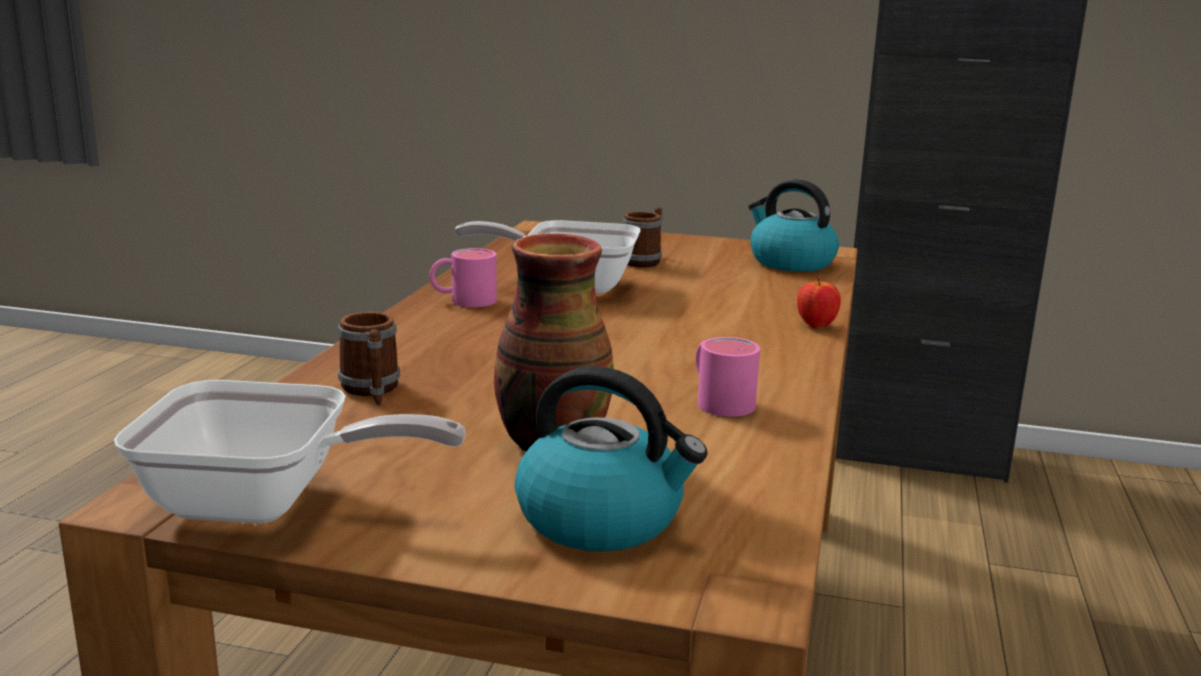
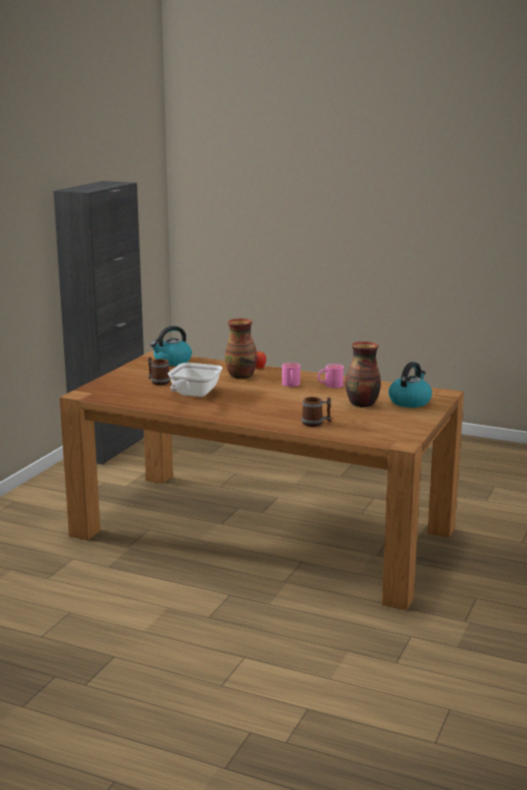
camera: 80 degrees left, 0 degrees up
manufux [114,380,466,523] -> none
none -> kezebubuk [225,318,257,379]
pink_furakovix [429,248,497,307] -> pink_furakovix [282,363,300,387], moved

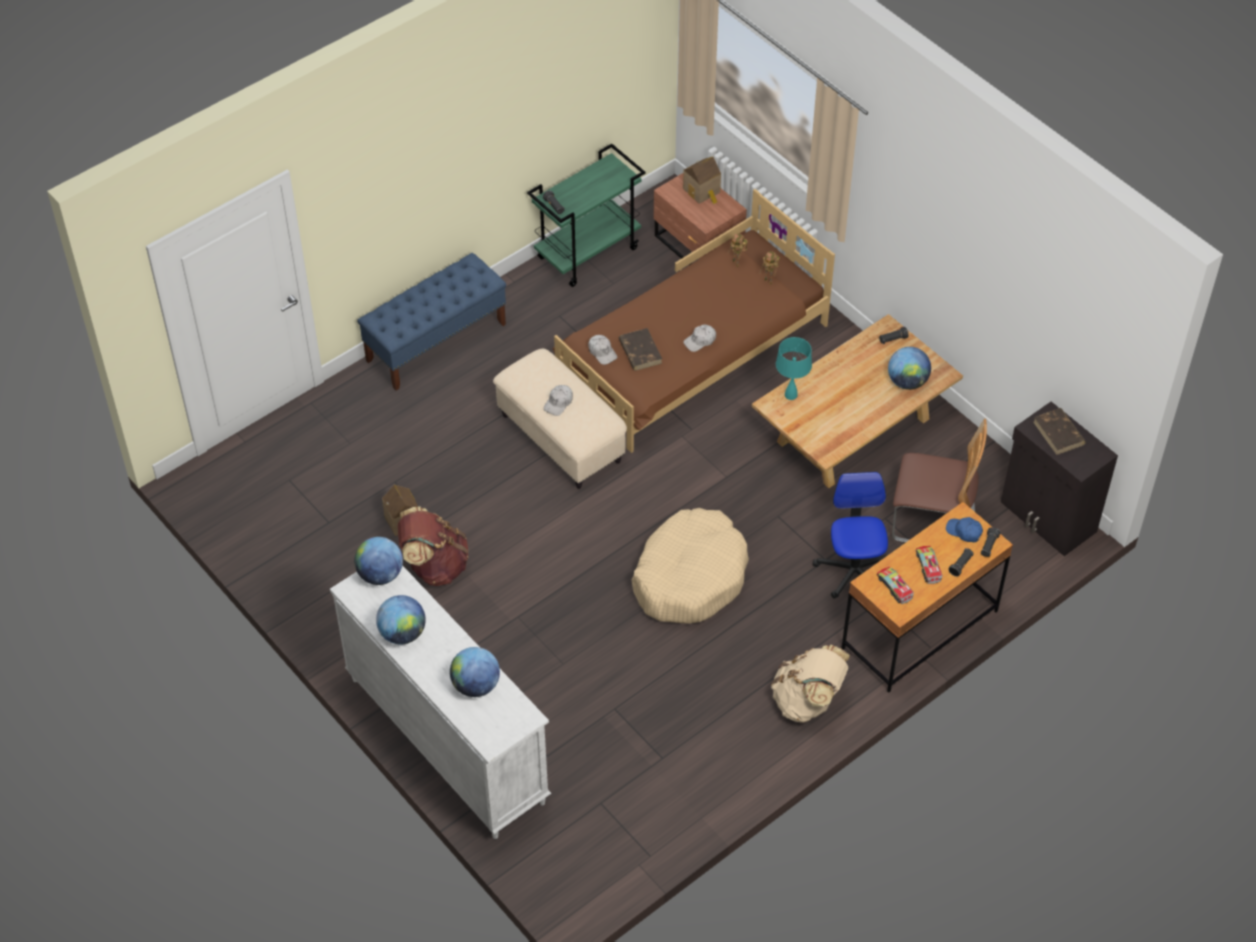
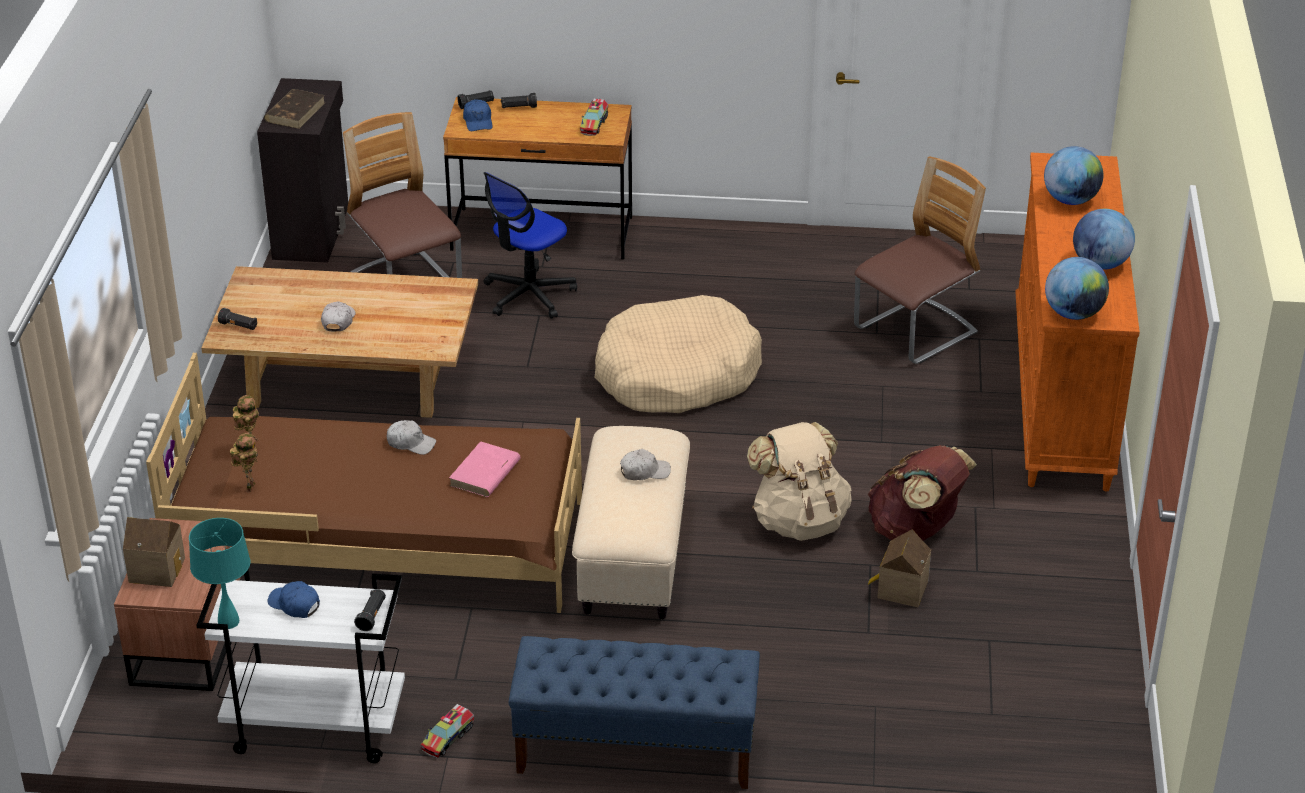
camera: 135 degrees left, 15 degrees down
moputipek [888,347,931,390] -> none
none -> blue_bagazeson [268,581,320,618]
none -> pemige [854,156,986,364]
white_bagazeson [588,335,617,365] -> white_bagazeson [321,301,356,331], moved
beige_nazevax [771,645,850,723] -> beige_nazevax [747,422,852,541], moved
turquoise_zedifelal [776,337,812,400] -> turquoise_zedifelal [189,518,250,629], moved
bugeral [916,546,943,584] -> bugeral [421,704,474,758], moved
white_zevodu [330,565,551,839] -> orange_zevodu [1015,153,1140,492]
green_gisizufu [527,144,645,287] -> white_gisizufu [197,569,405,763]
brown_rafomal [619,328,662,371] -> pink_rafomal [449,441,521,497]

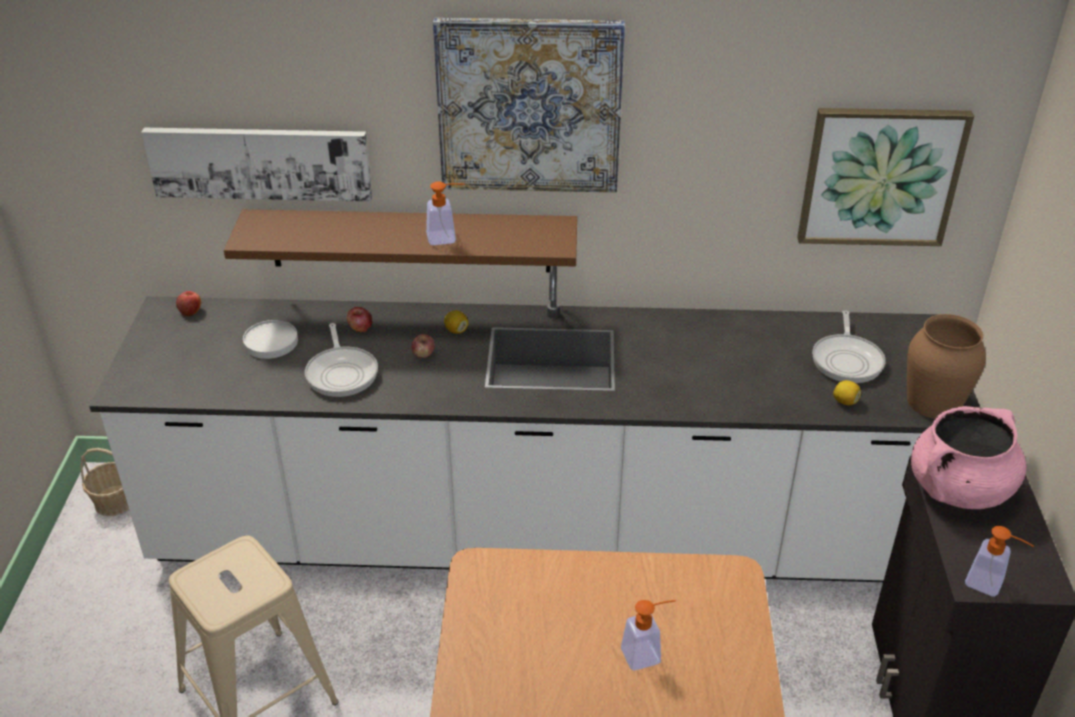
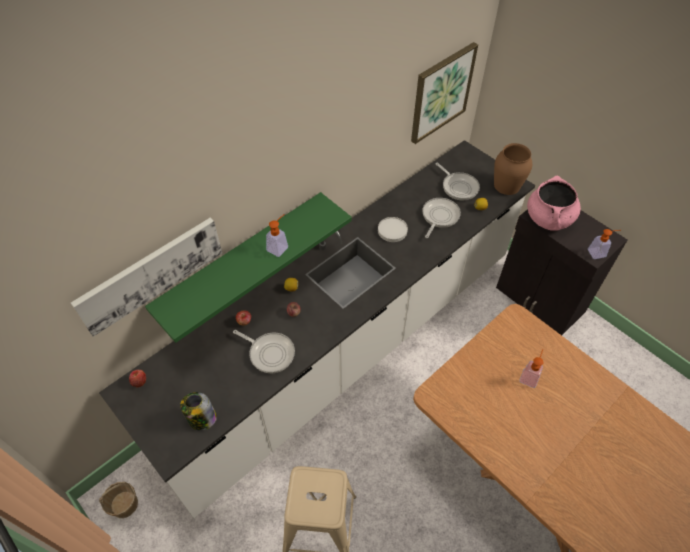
camera: 45 degrees left, 15 degrees up
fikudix [433,18,625,192] -> none
none -> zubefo [180,392,217,431]
none -> manufux [422,198,461,238]
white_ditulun [243,320,298,359] -> white_ditulun [378,217,408,242], moved
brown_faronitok [224,209,577,272] -> green_faronitok [145,192,352,343]

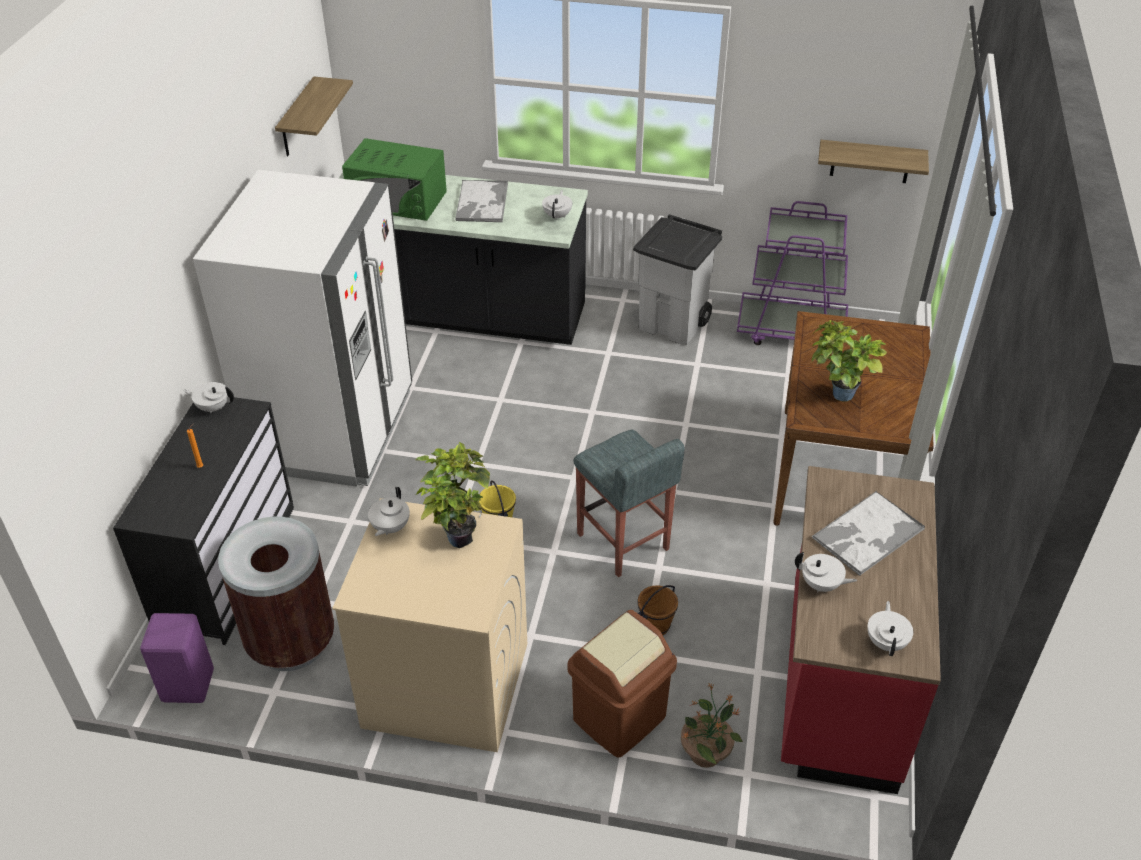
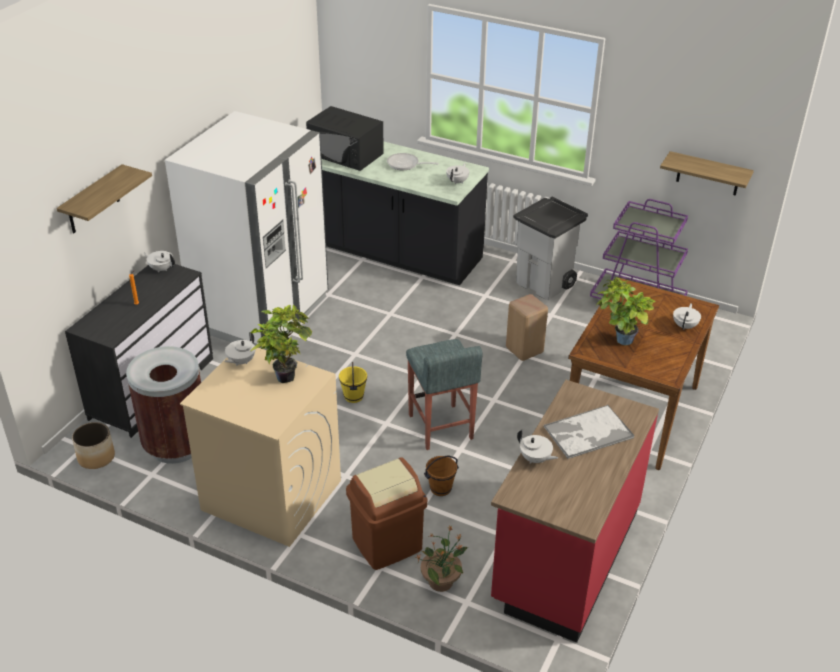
camera: 15 degrees right, 5 degrees down
none -> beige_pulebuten [506,294,548,361]
faronitok [275,76,353,156] -> faronitok [56,164,152,233], moved
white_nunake [867,601,913,656] -> white_nunake [673,303,701,330], moved
purple_pulebuten [140,613,214,703] -> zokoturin [72,422,115,469]
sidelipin [455,180,508,222] -> manufux [387,153,439,170]
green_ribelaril [342,138,447,221] -> black_ribelaril [306,106,384,171]

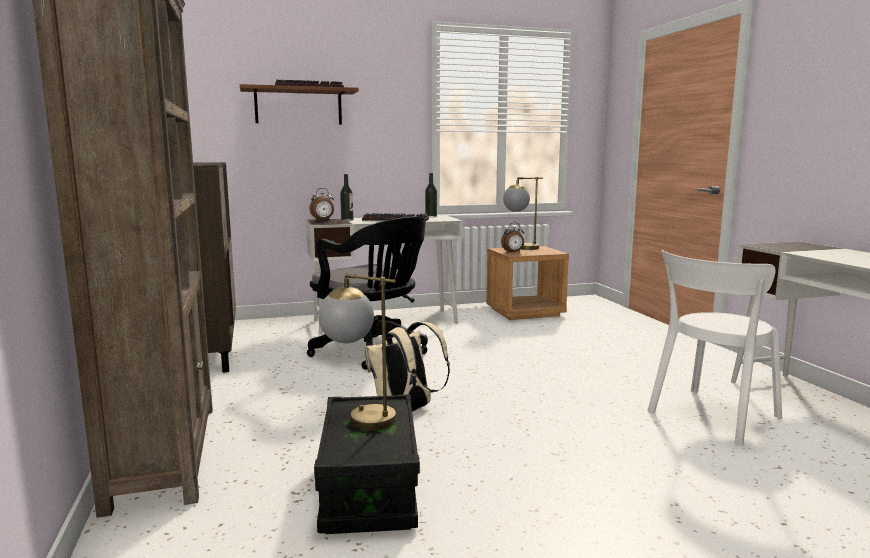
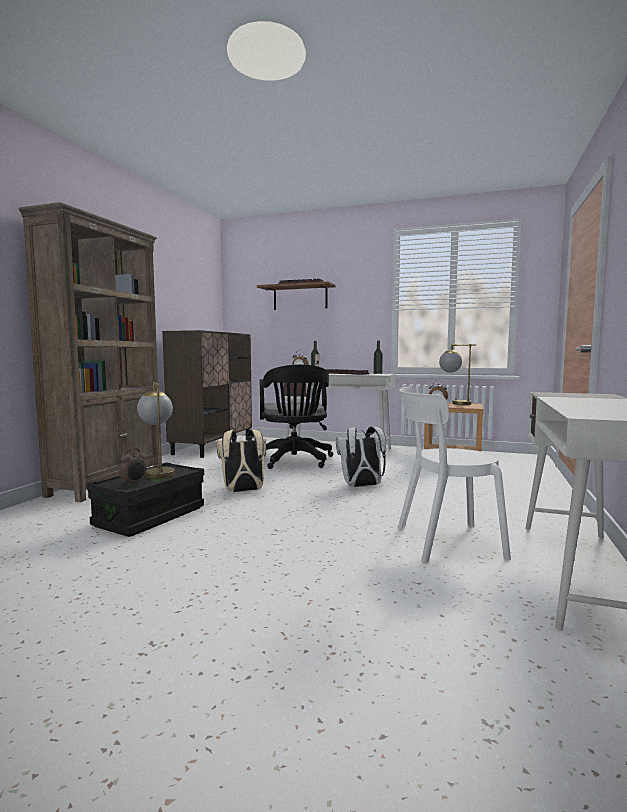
camera: 35 degrees right, 5 degrees down
none -> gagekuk [119,448,147,486]
none -> white_nazevax [336,426,386,487]

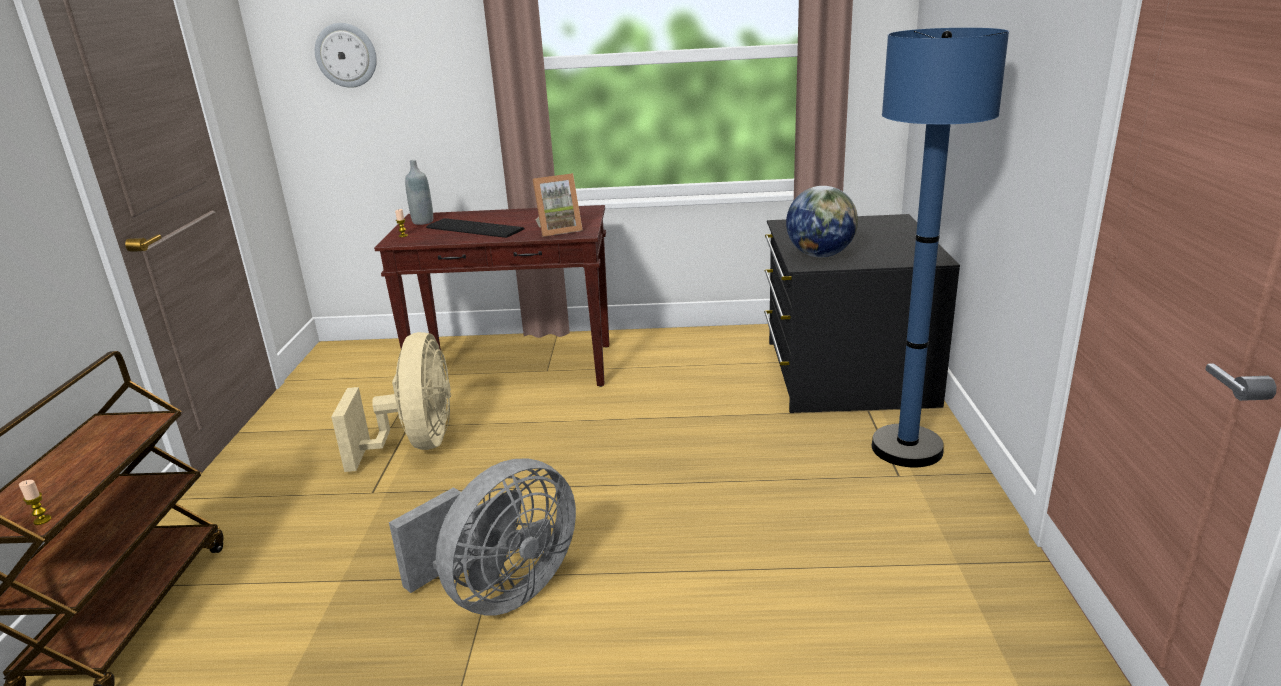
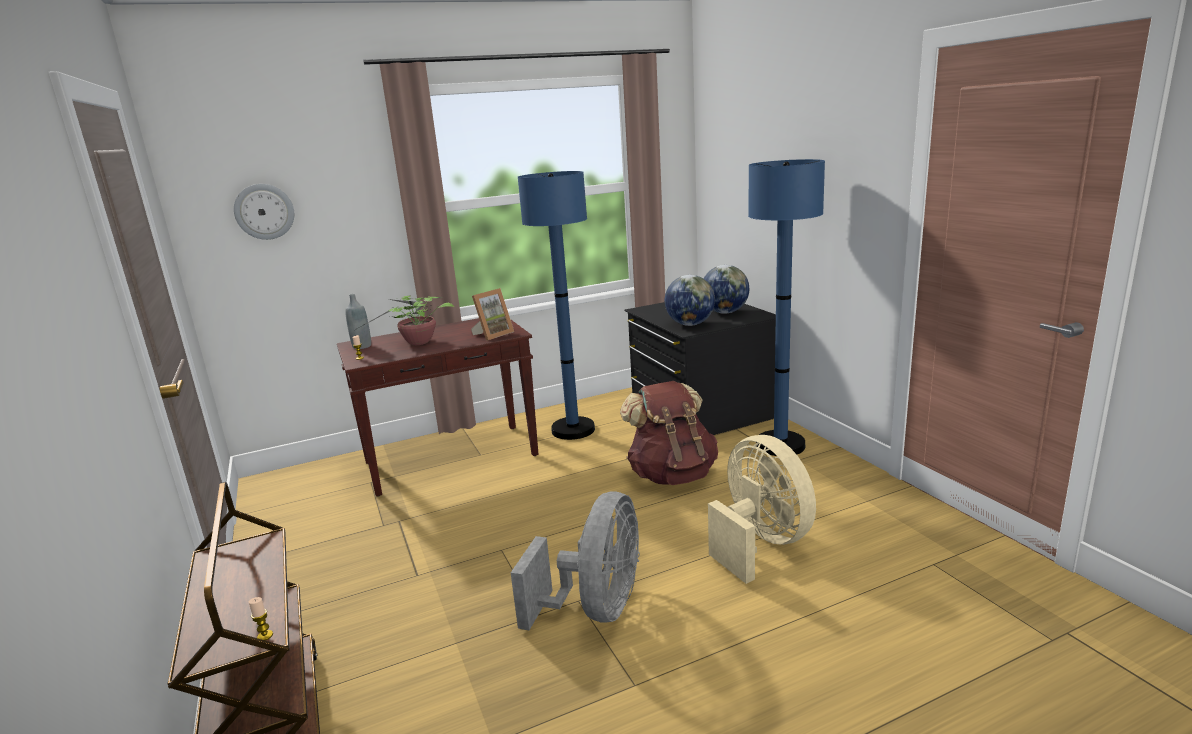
camera: 25 degrees left, 5 degrees down
none -> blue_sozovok [518,171,595,440]
none -> brown_nazevax [620,381,718,485]
none -> moputipek [704,265,749,314]
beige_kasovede [331,332,451,472] -> beige_kasovede [708,435,816,584], moved
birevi [426,218,525,238] -> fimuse [355,296,454,345]

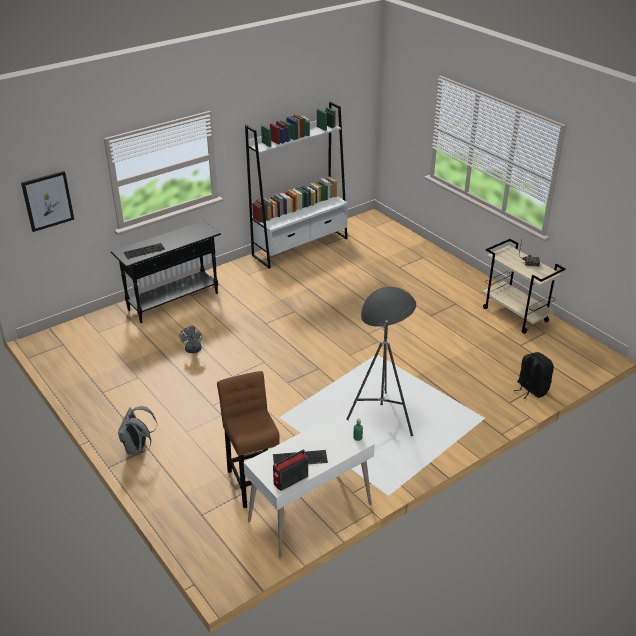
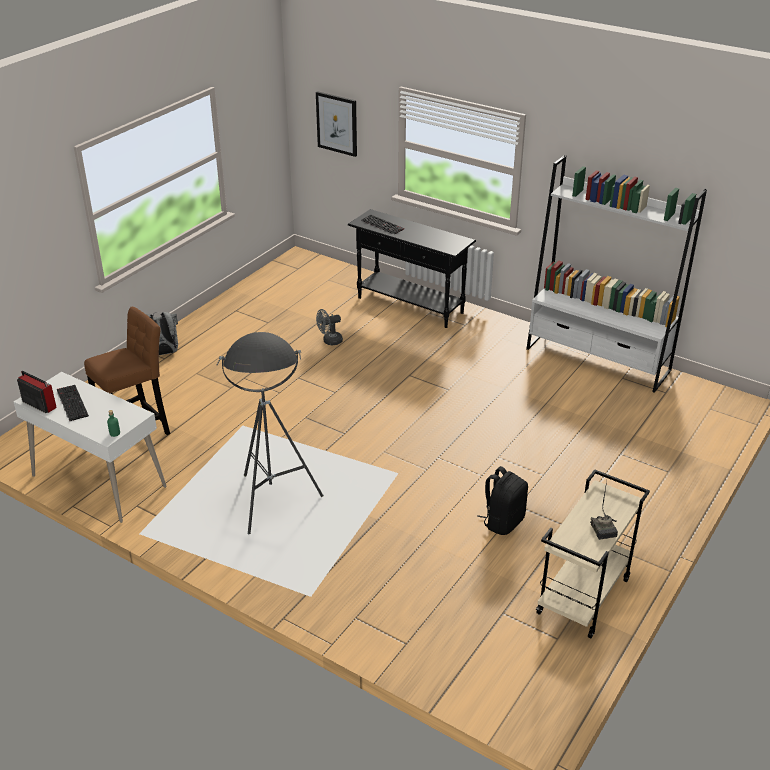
camera: 70 degrees right, 0 degrees up
black_nazevax [514,352,554,399] -> black_nazevax [477,466,528,535], moved

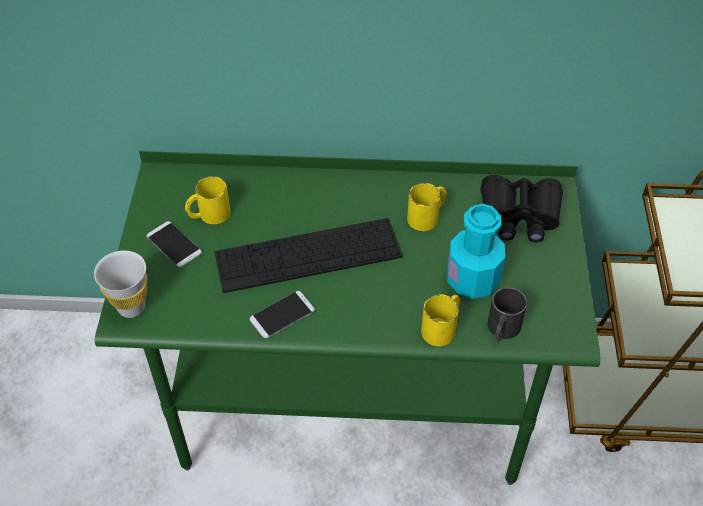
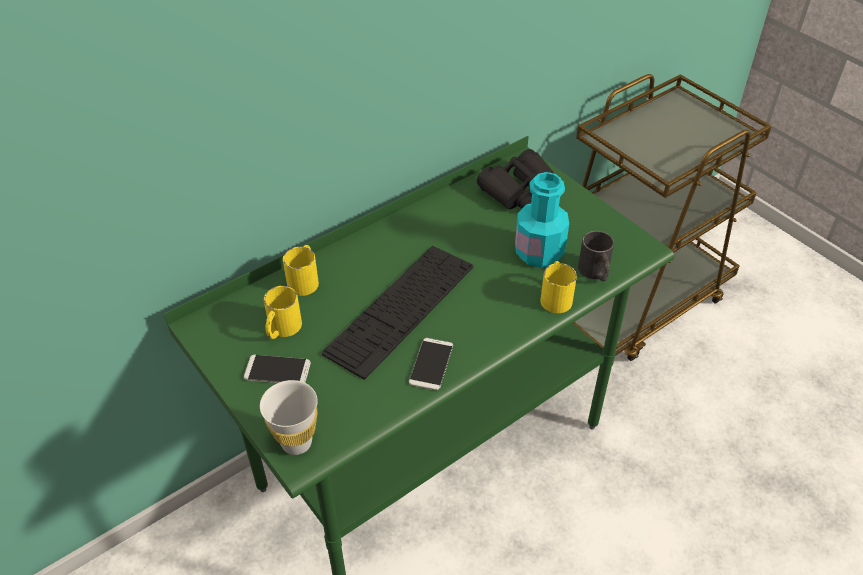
camera: 40 degrees left, 5 degrees down
yellow_furakovix [407,183,446,231] -> yellow_furakovix [283,245,319,296], moved

